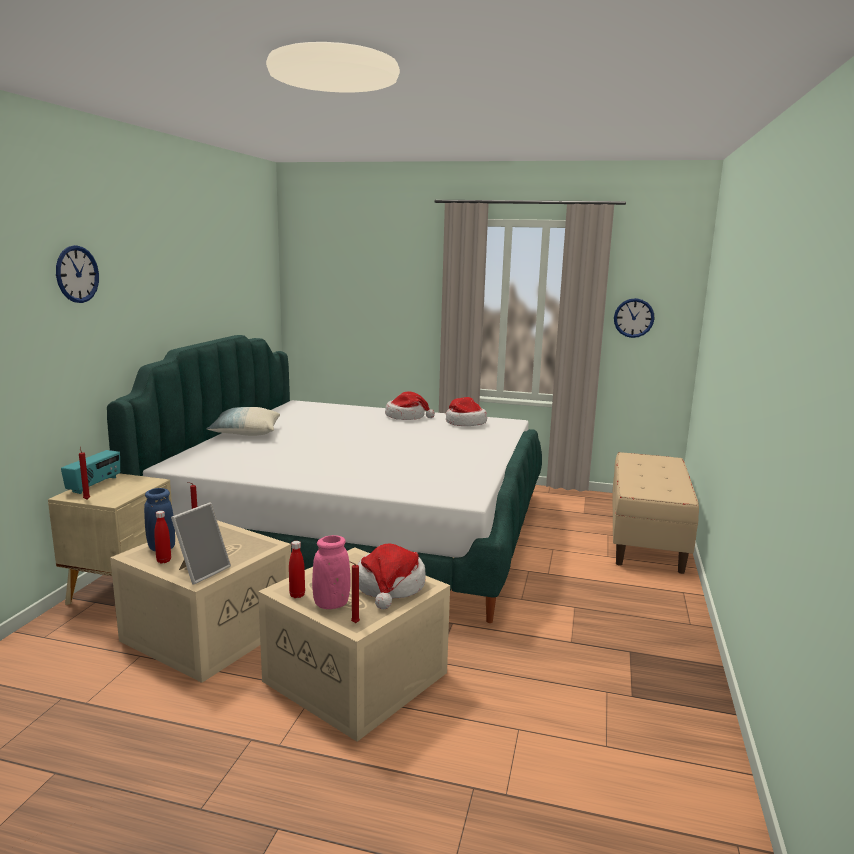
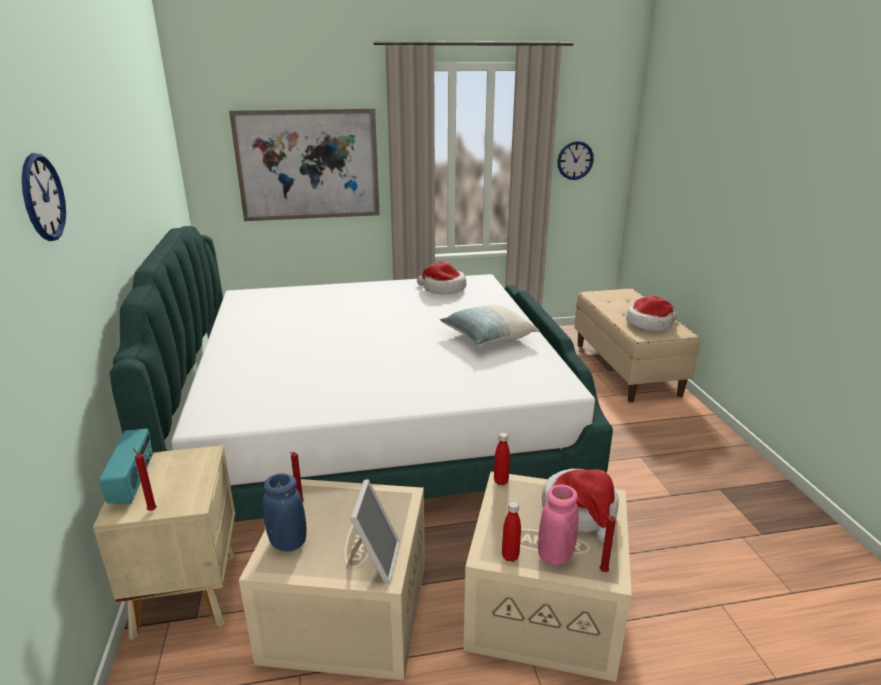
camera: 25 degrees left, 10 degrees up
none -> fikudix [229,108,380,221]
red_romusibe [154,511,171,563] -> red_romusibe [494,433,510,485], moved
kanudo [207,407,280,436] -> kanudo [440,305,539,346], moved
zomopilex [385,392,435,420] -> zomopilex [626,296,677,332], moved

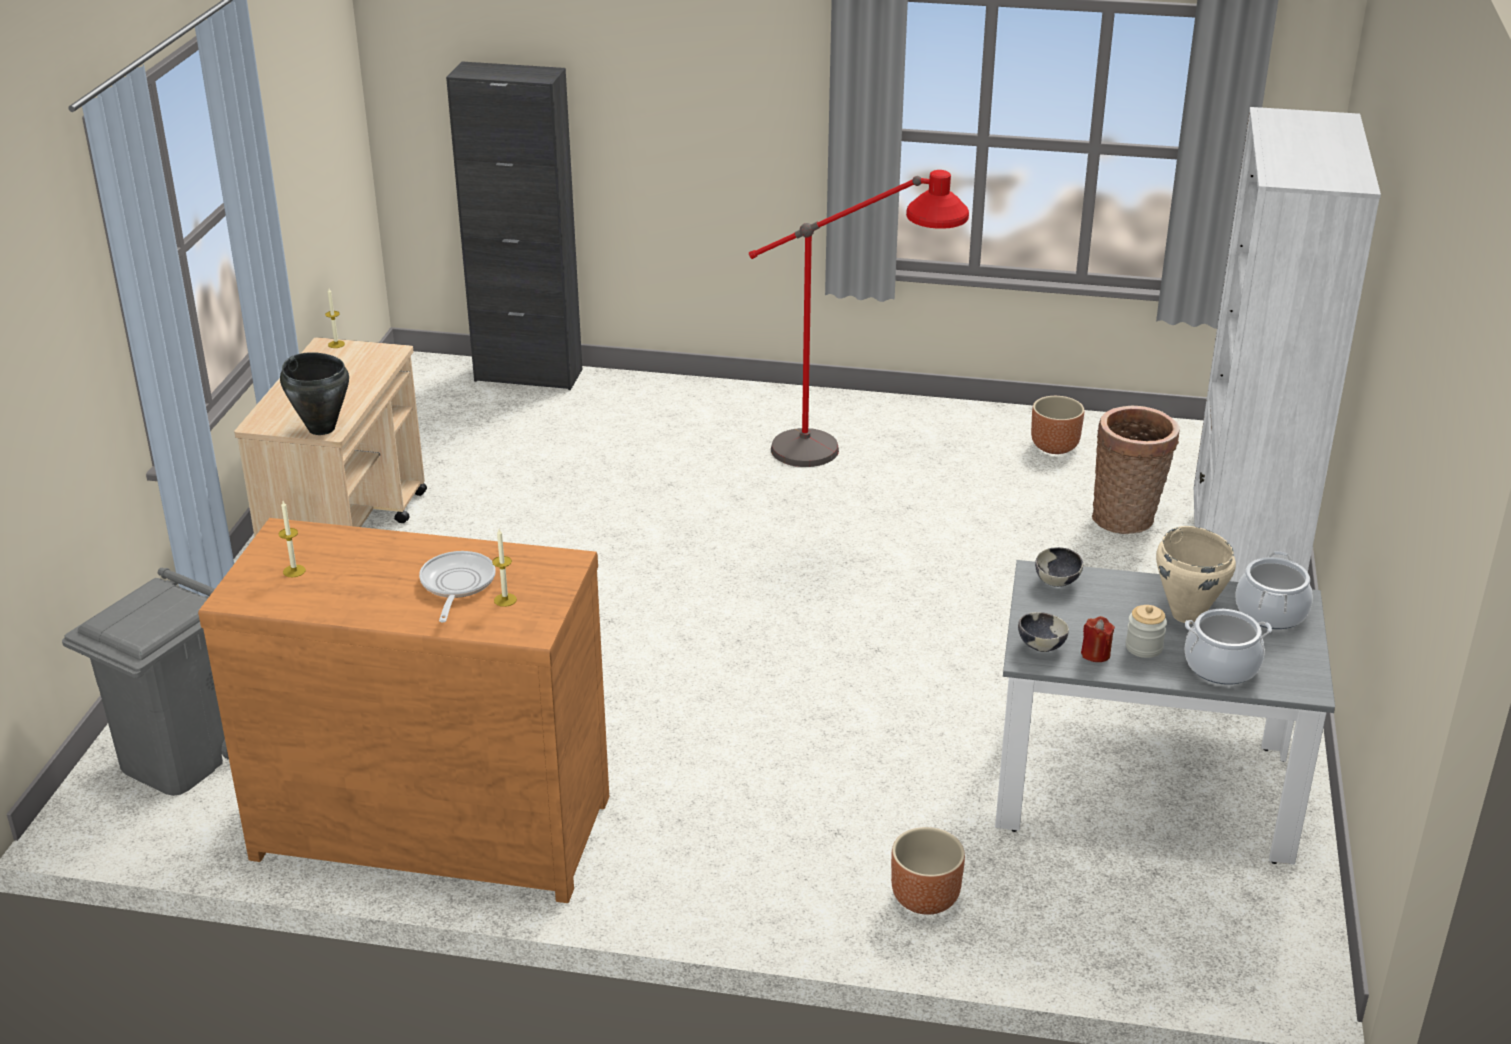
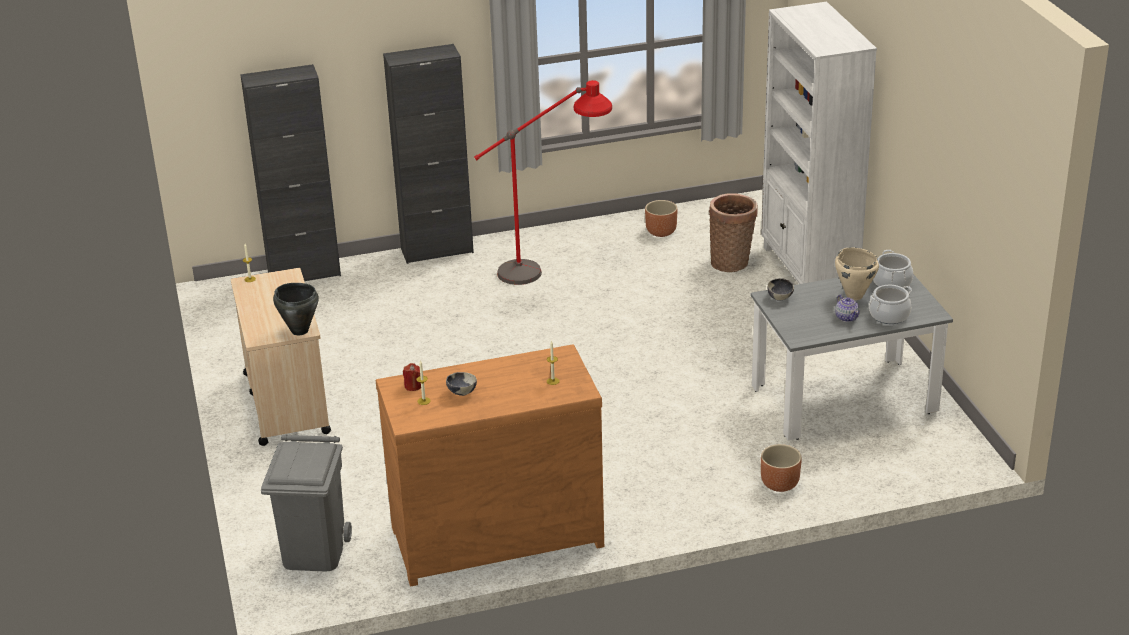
camera: 25 degrees left, 0 degrees up
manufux [419,551,496,622] -> none
none -> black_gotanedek [383,44,474,264]
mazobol [1018,612,1069,652] -> mazobol [446,372,477,396], moved
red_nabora [1081,616,1115,662] -> red_nabora [403,363,421,391], moved
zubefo [1126,605,1167,658] -> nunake [835,294,860,322]

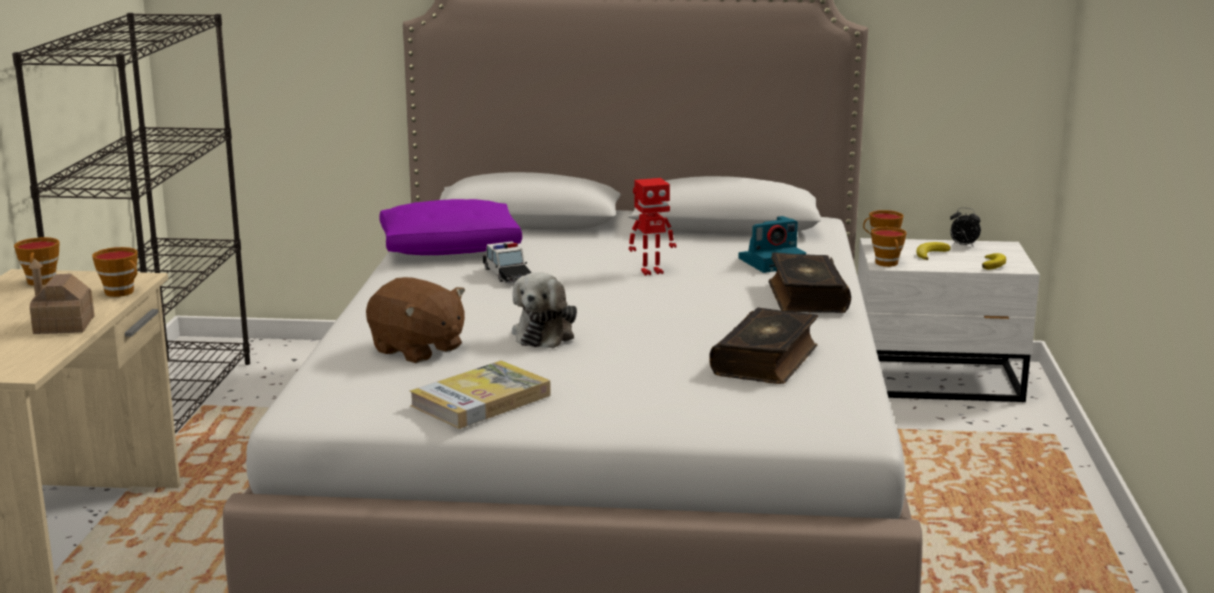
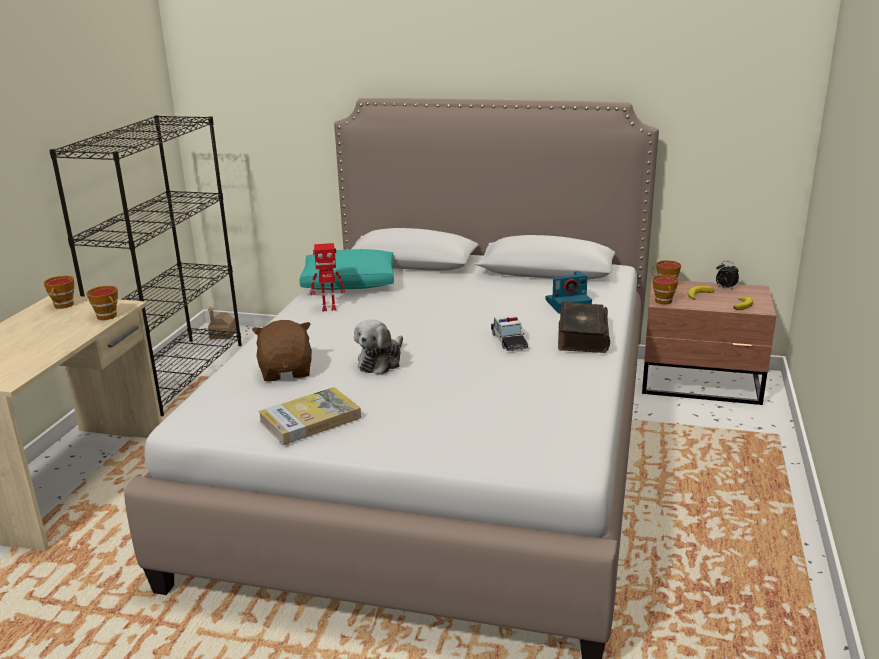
camera: 10 degrees right, 5 degrees up
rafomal [709,308,818,384] -> none
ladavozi [29,258,95,334] -> ladavozi [208,306,236,339], moved
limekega [483,242,532,283] -> limekega [491,315,529,351], moved
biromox [629,178,676,275] -> biromox [311,243,345,311], moved
purple_kanudo [379,199,522,255] -> turquoise_kanudo [299,249,394,290]
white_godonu [858,238,1040,402] -> brown_godonu [642,279,776,405]
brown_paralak [366,277,465,363] -> brown_paralak [252,320,312,381], 150 degrees counterclockwise

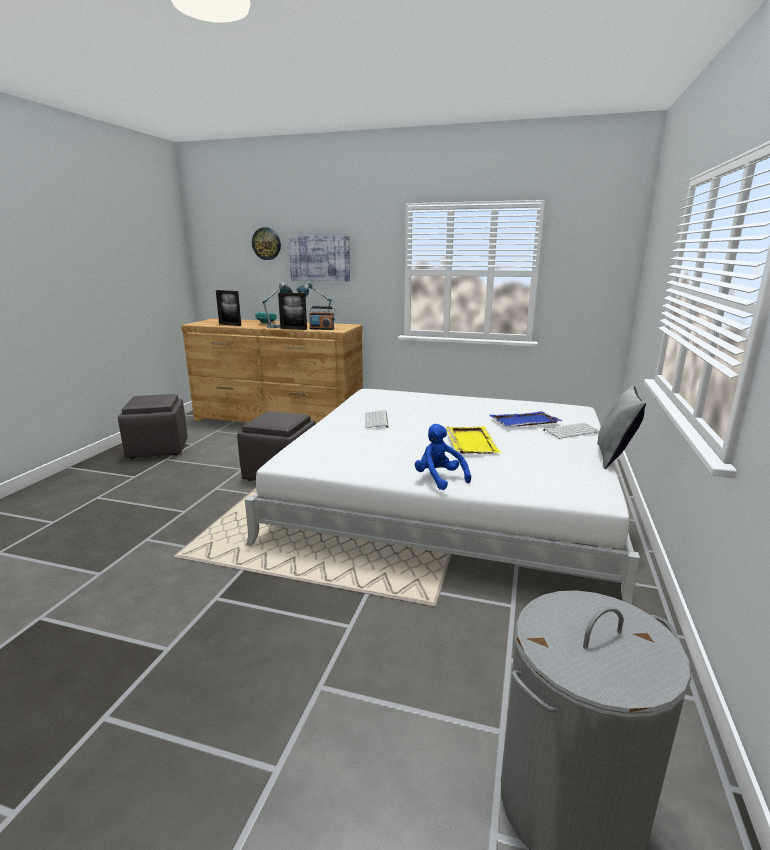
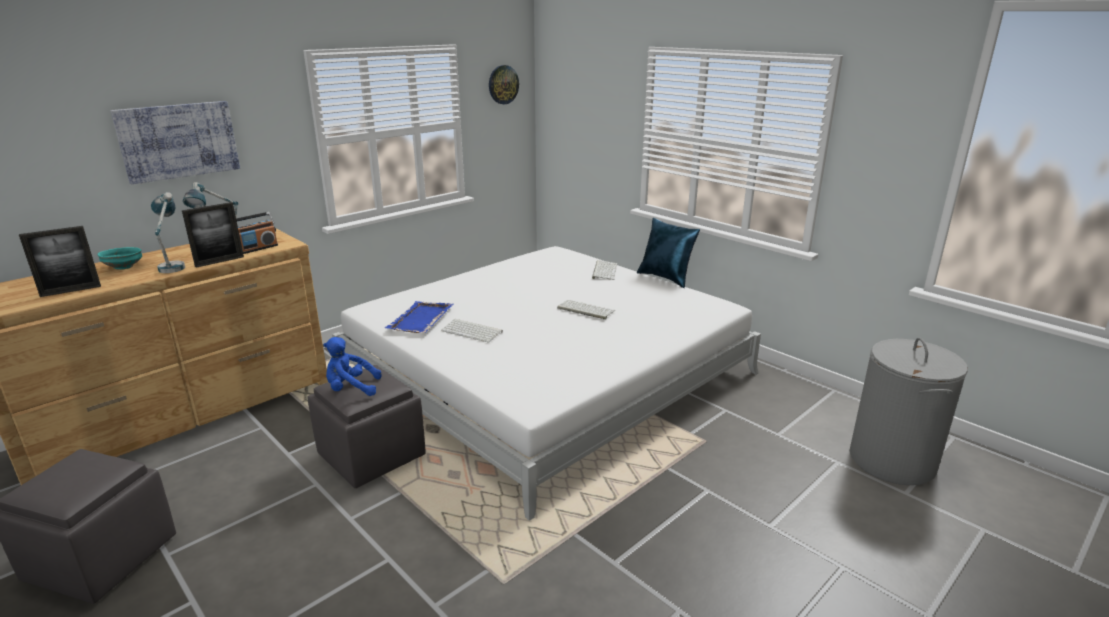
camera: 60 degrees left, 5 degrees up
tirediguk [252,227,281,260] -> tirediguk [489,65,519,104], moved
blue_paralak [415,424,471,490] -> blue_paralak [323,337,382,396], moved
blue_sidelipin [489,411,562,427] -> blue_sidelipin [385,301,453,333], moved
yellow_sidelipin [445,426,502,454] -> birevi [557,300,616,319]
grey_kanudo [597,385,646,469] -> blue_kanudo [637,218,700,288]

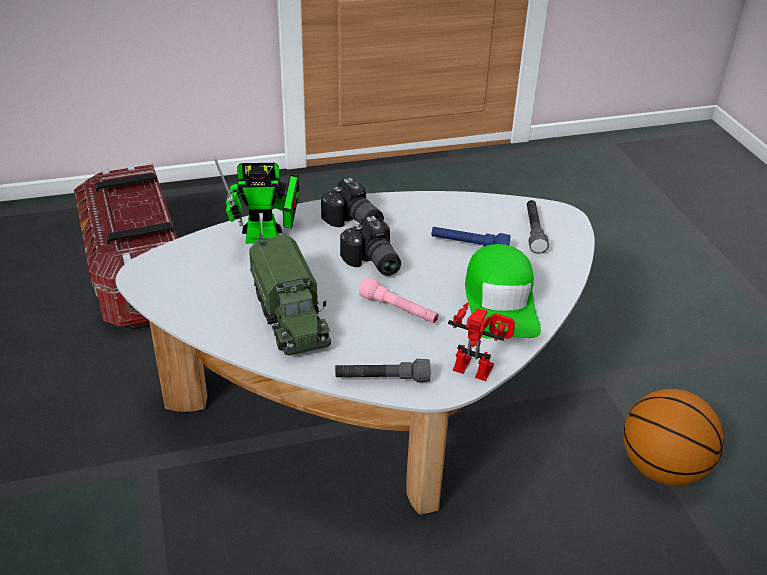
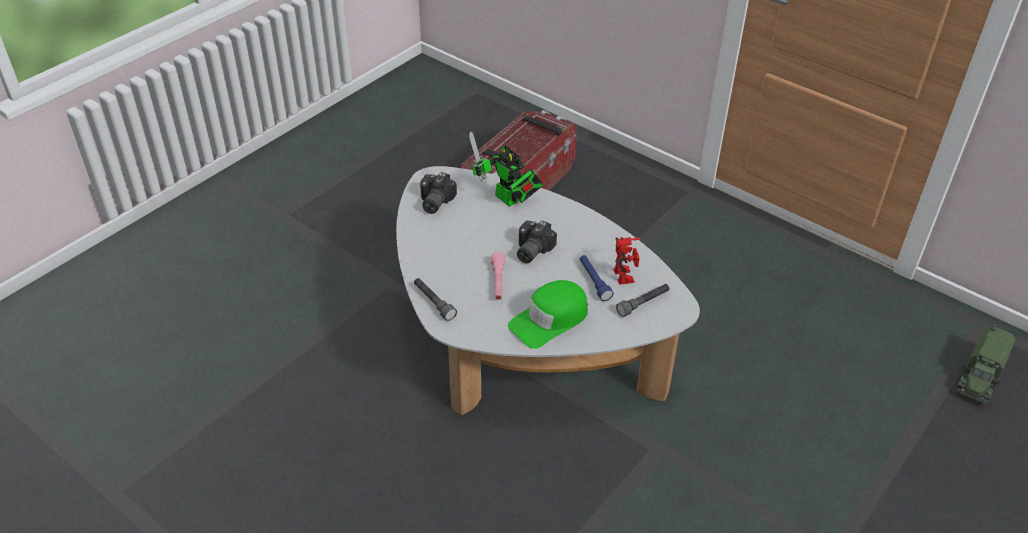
camera: 55 degrees right, 5 degrees up
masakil [623,389,724,486] -> none
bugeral [249,234,331,356] -> bugeral [956,324,1015,405], moved
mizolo [321,177,384,227] -> mizolo [420,172,457,214], moved
biromox [448,302,515,381] -> biromox [614,237,641,285], moved

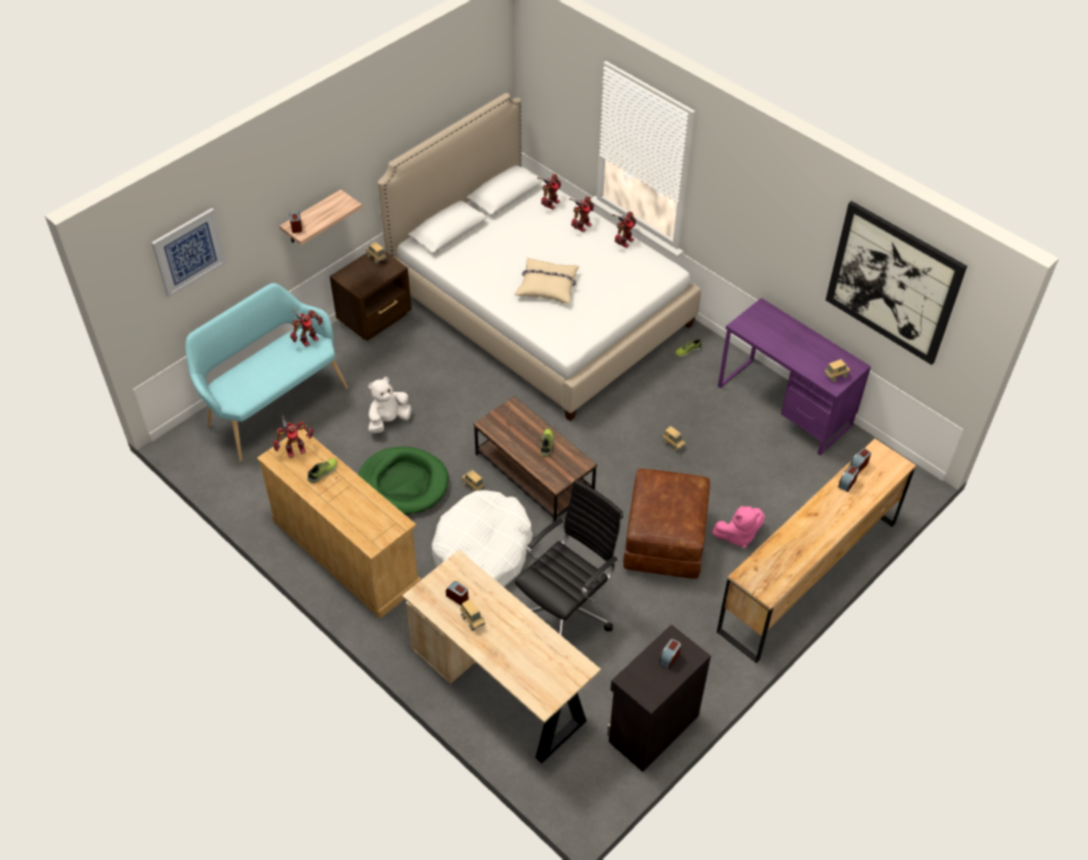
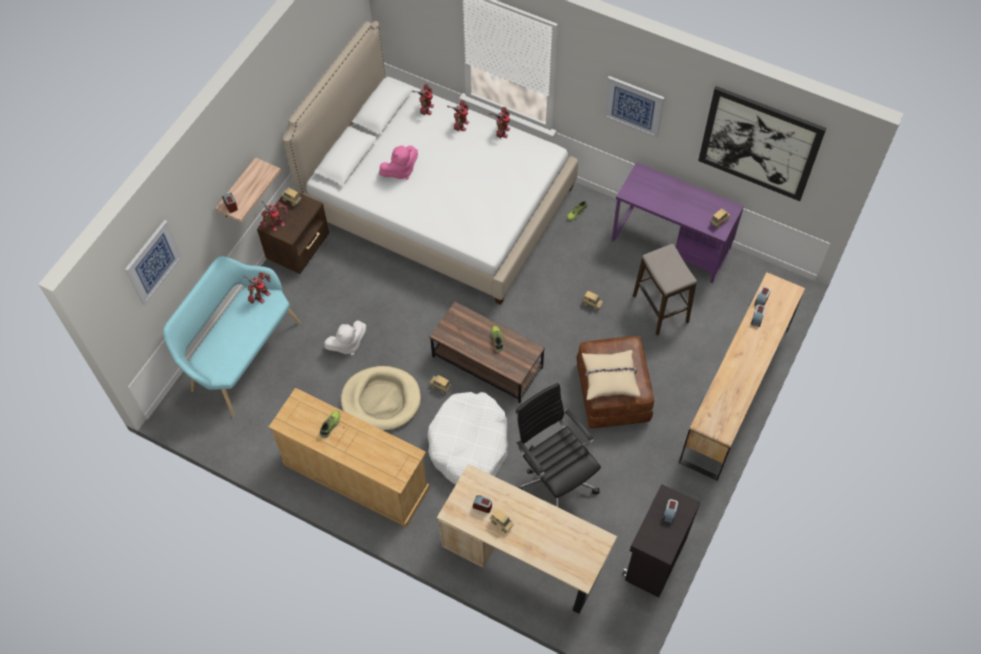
camera: 15 degrees left, 10 degrees up
none -> fikudix [603,76,665,138]
none -> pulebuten [633,244,697,336]
biromox [273,415,313,458] -> biromox [260,201,288,232], moved
beige_kanudo [514,258,579,304] -> beige_kanudo [582,350,640,400], moved
pink_paralak [712,506,765,548] -> pink_paralak [379,145,418,180], moved
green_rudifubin [358,446,449,515] -> beige_rudifubin [341,366,421,431]
white_paralak [368,377,412,433] -> white_paralak [324,320,366,355], 150 degrees counterclockwise
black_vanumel [515,480,623,636] -> black_vanumel [516,383,601,508], 60 degrees counterclockwise

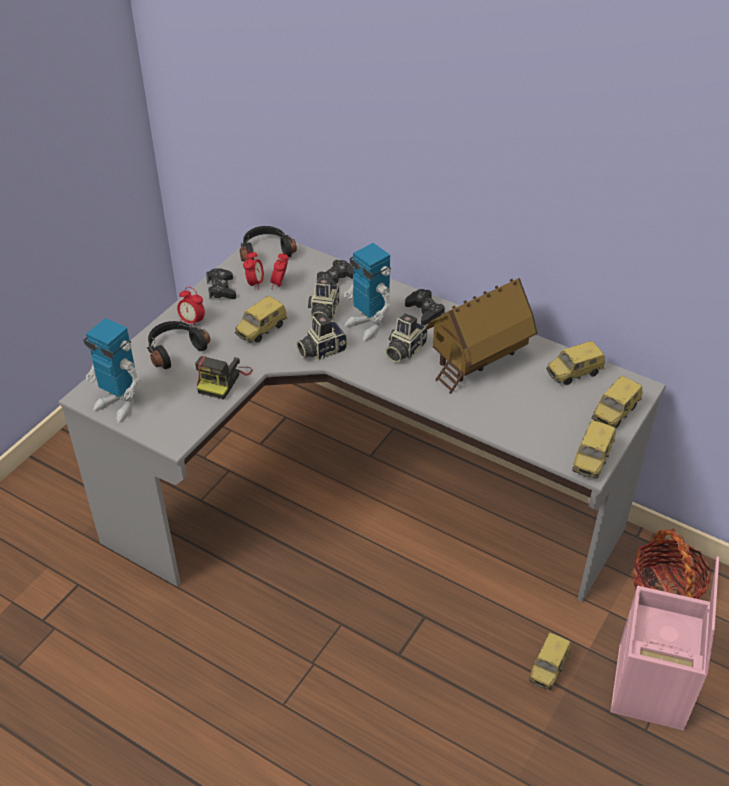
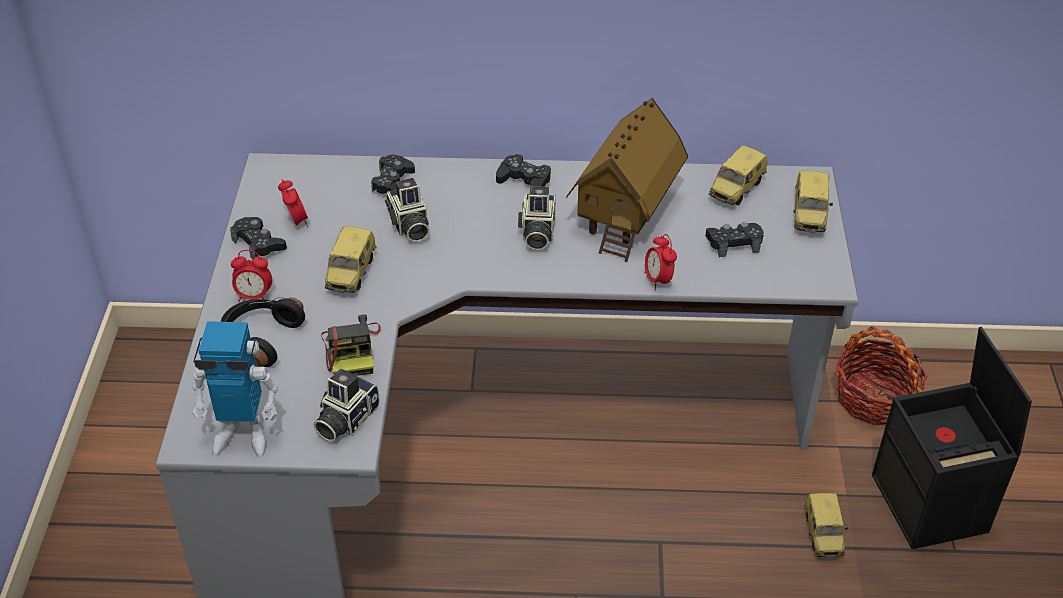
camera: 30 degrees left, 0 degrees up
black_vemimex [240,226,297,262] -> none
biromox [344,243,391,342] -> none
limekega [572,420,616,479] -> none
none -> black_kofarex [705,222,764,257]
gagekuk [270,252,289,289] -> gagekuk [645,234,677,290], moved
mizolo [297,314,347,360] -> mizolo [314,369,380,442], moved
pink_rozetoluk [611,556,719,731] -> black_rozetoluk [872,327,1032,549]

